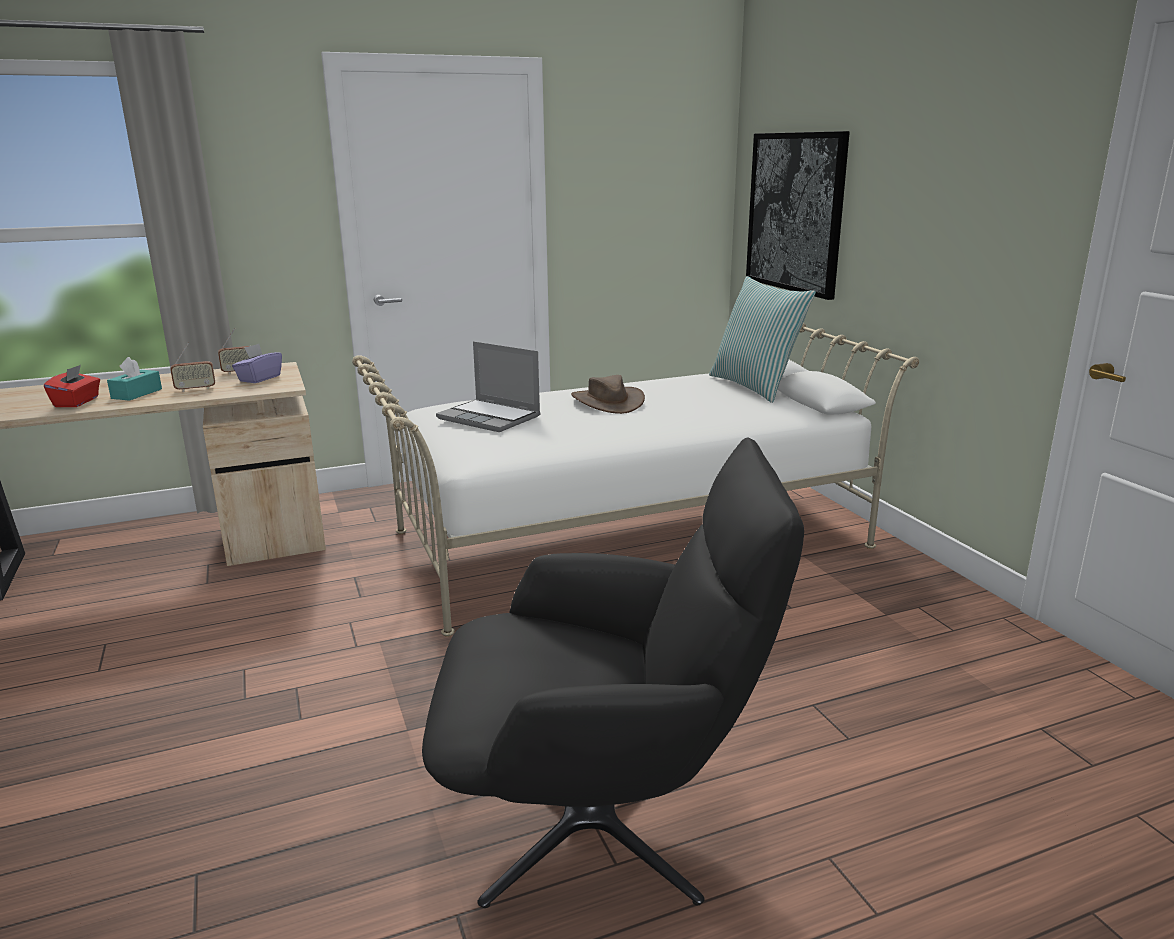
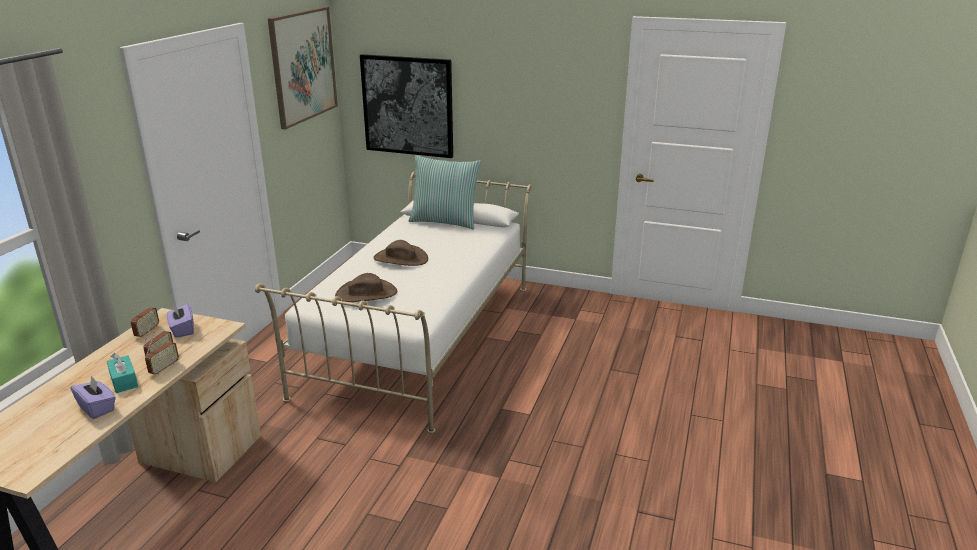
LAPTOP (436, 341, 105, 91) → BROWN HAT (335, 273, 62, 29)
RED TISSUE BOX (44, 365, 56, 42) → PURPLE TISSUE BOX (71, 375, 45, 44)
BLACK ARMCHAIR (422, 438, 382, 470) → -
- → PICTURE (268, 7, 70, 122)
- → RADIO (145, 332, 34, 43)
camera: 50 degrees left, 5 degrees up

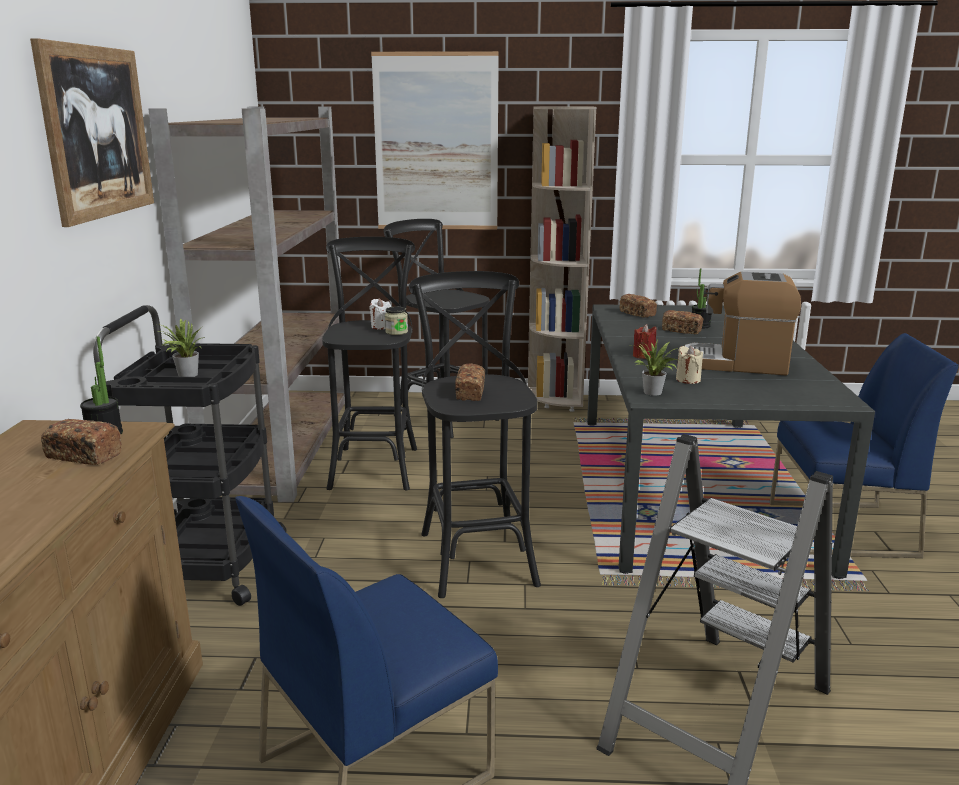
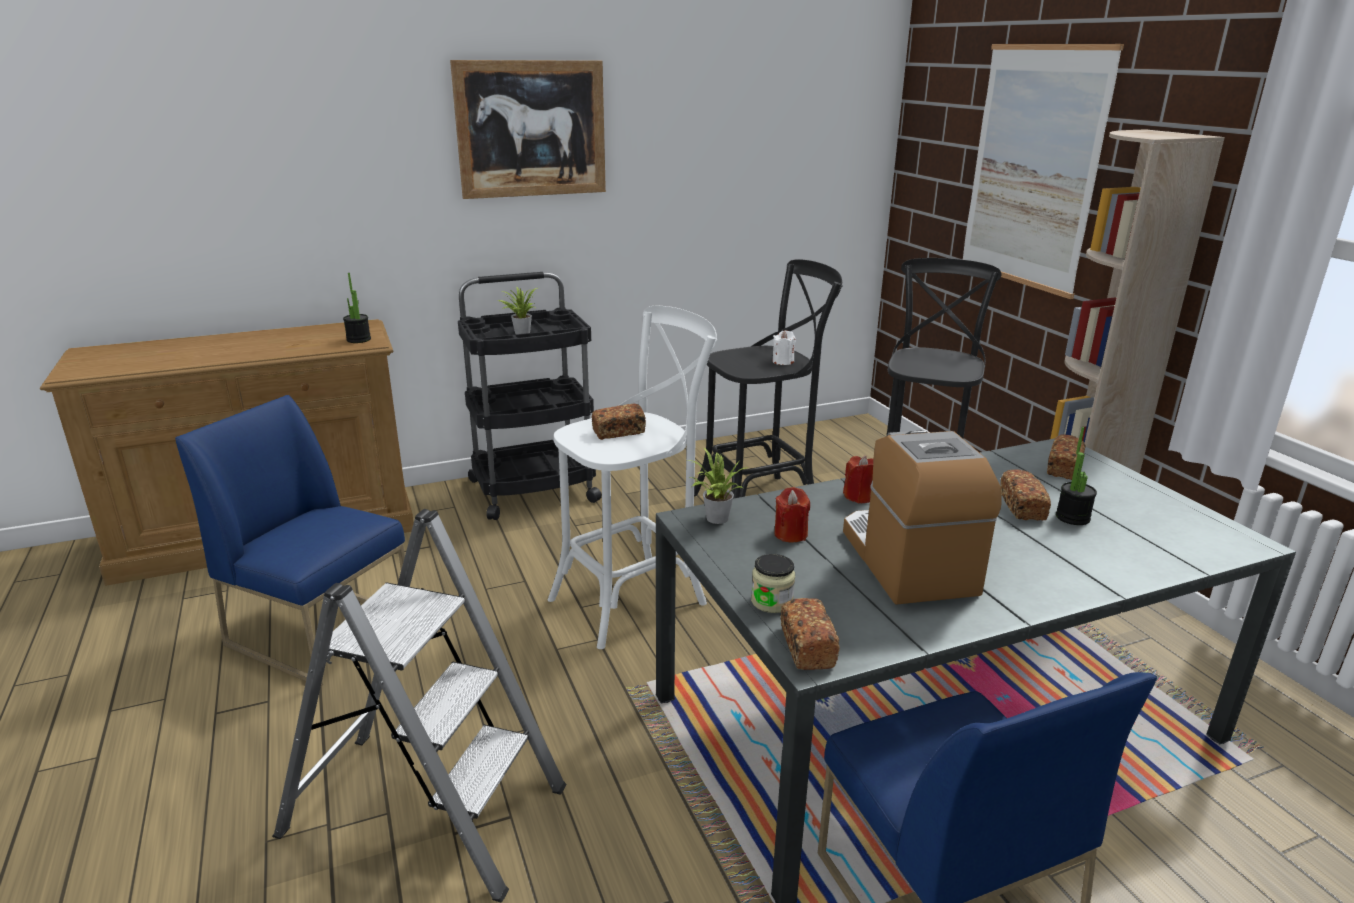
BROWN BOOKCASE (148, 107, 197, 396) → -
BLACK STOOL (409, 271, 132, 327) → WHITE STOOL (548, 306, 169, 343)
JAR (385, 306, 23, 29) → JAR (751, 554, 44, 59), relocated
BEIGE CANDLE (676, 346, 27, 38) → RED CANDLE (774, 487, 36, 56)
BREAD (41, 419, 81, 46) → BREAD (781, 598, 59, 72), relocated
camera: 65 degrees right, 5 degrees up

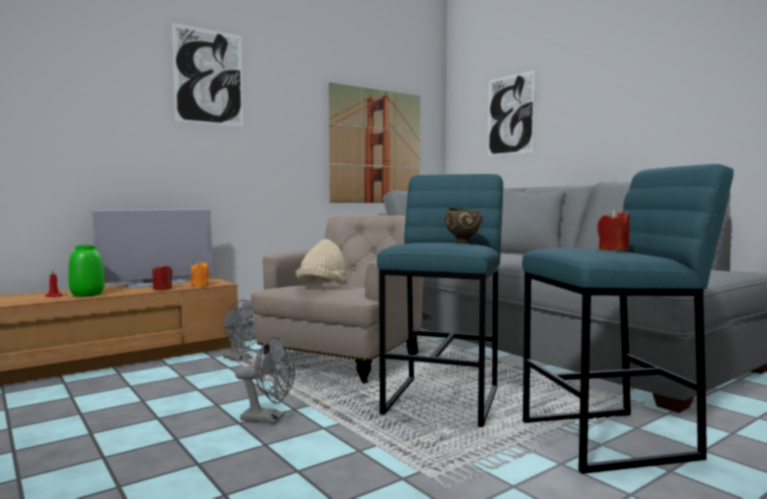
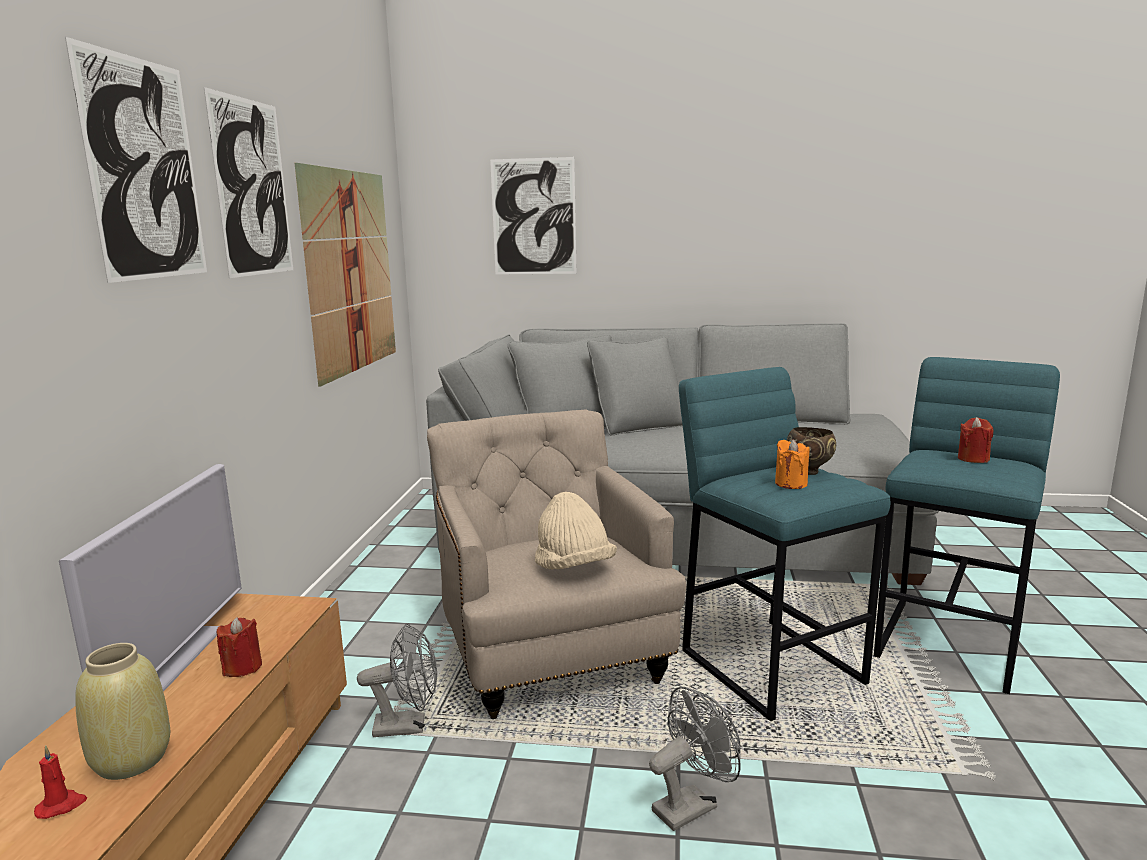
GREEN VASE (68, 245, 37, 52) → BEIGE VASE (75, 643, 95, 137)
ORANGE CANDLE (191, 261, 18, 26) → ORANGE CANDLE (775, 439, 35, 50), relocated
- → PICTURE (204, 87, 89, 191)
camera: 45 degrees left, 10 degrees up

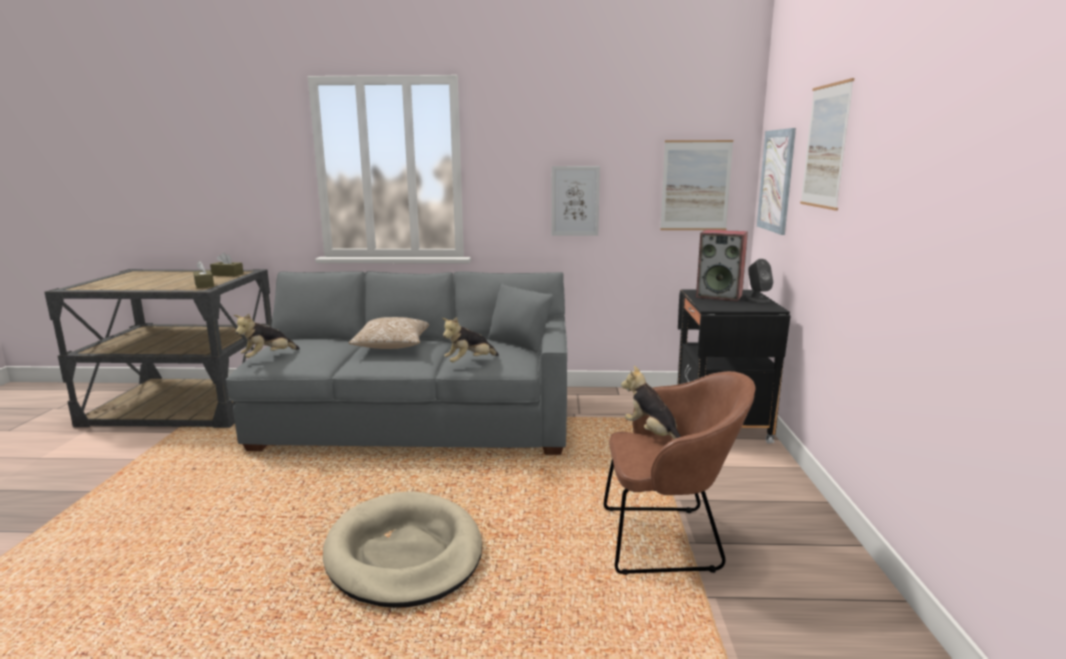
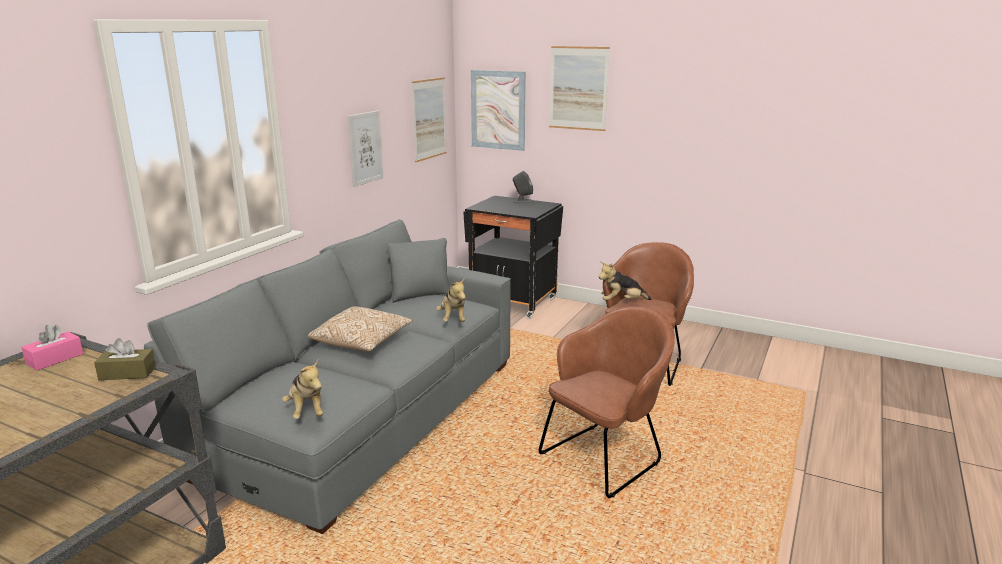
SPEAKER (696, 229, 52, 72) → -
BROWN TISSUE BOX (210, 253, 34, 23) → PINK TISSUE BOX (21, 325, 63, 45)
BEIGE DOG BED (323, 491, 159, 117) → BROWN ARMCHAIR (539, 306, 136, 192)
camera: 65 degrees left, 5 degrees up

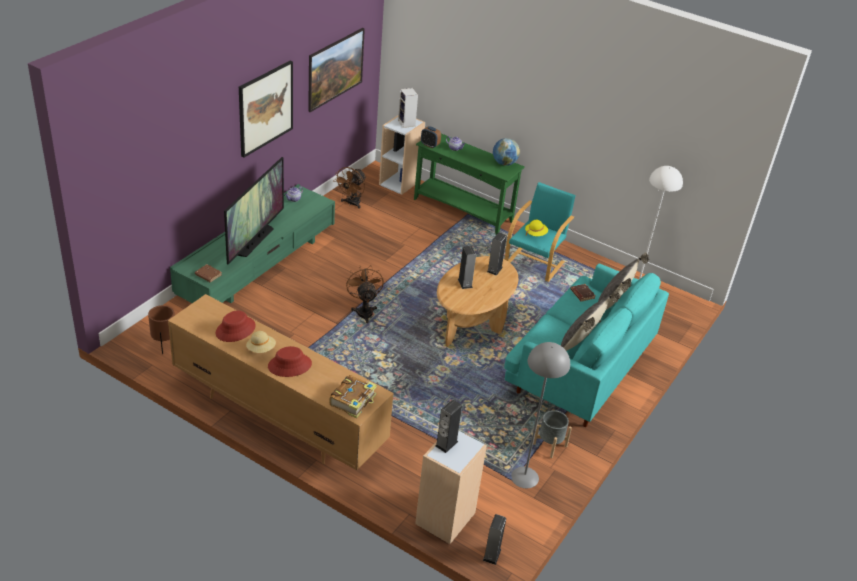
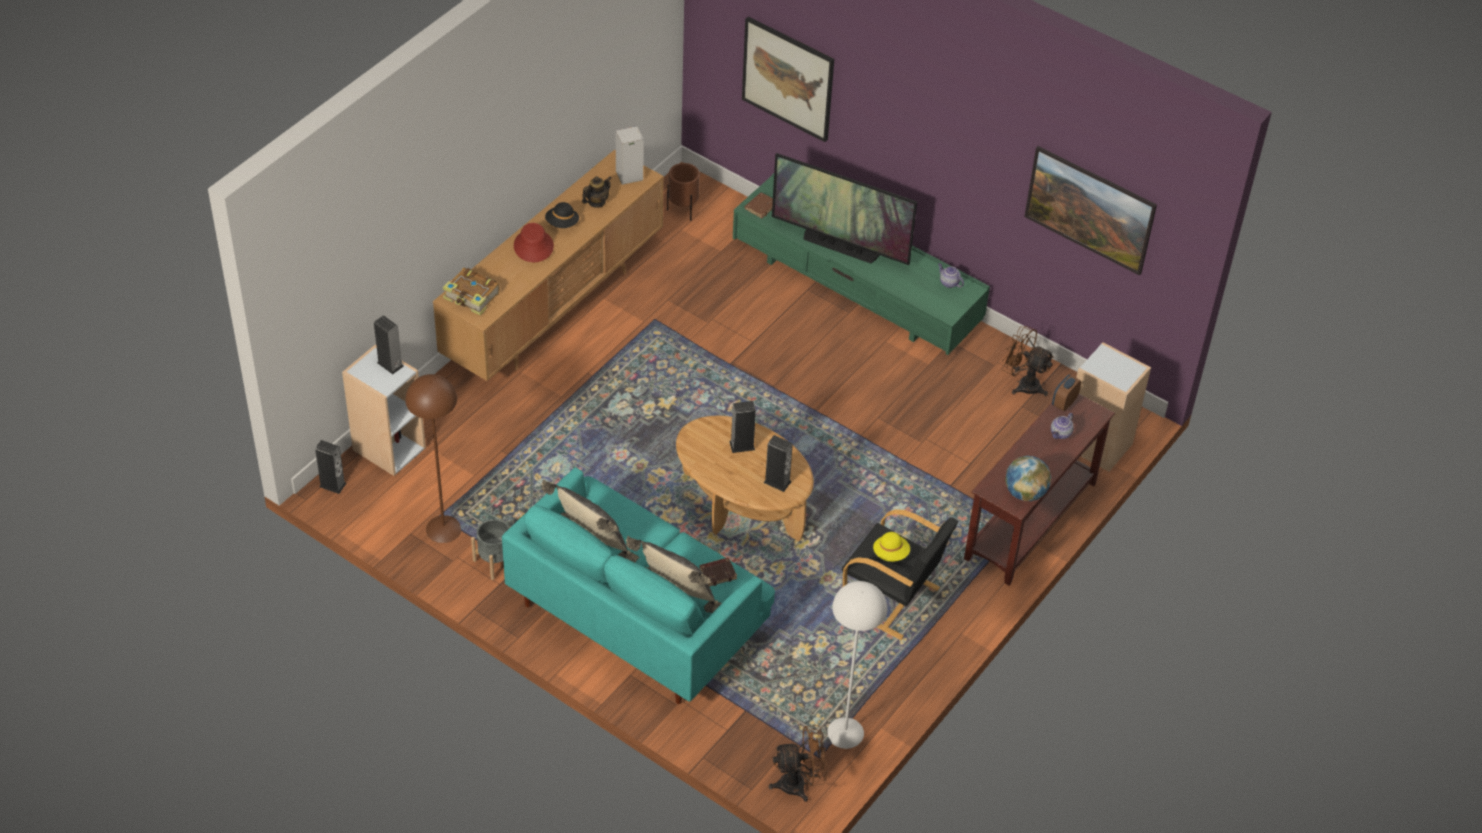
PICTURE (239, 61, 54, 96) → PICTURE (742, 16, 92, 126), relocated
SPEAKER (398, 88, 20, 40) → SPEAKER (616, 126, 27, 59), relocated
GREEN CONSOLE TABLE (414, 134, 111, 101) → BROWN CONSOLE TABLE (964, 394, 151, 192)
TURQUOISE ARMCHAIR (505, 182, 71, 100) → BLACK ARMCHAIR (842, 509, 117, 131)
BROWN FAN (346, 265, 38, 58) → BROWN FAN (769, 725, 59, 77), relocated
RED HAT (216, 311, 40, 31) → TEAPOT (582, 176, 30, 32)
BEIGE HAT (246, 331, 30, 22) → BLACK HAT (545, 202, 34, 26)
GREY FLOOR LAMP (511, 342, 59, 146) → BROWN FLOOR LAMP (405, 374, 56, 169)
camera: 95 degrees right, 10 degrees up

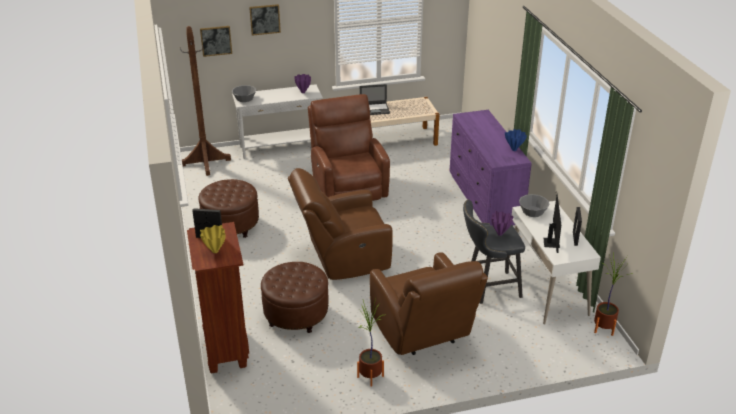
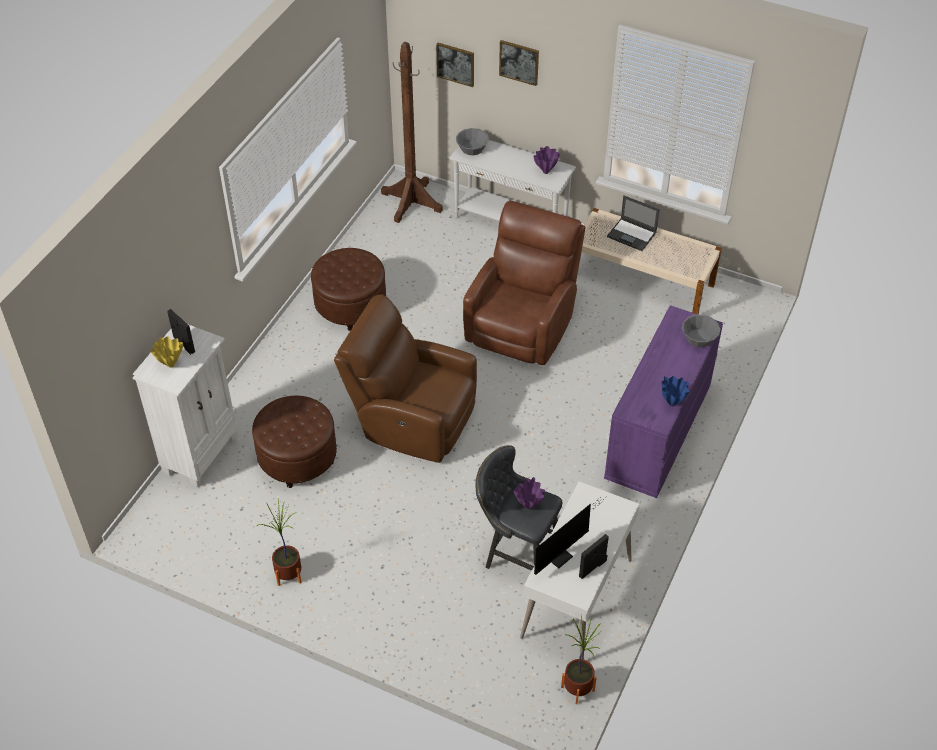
GREY BOWL (519, 194, 30, 23) → GREY BOWL (682, 315, 38, 32), relocated
BROWN CABINET (187, 222, 62, 151) → WHITE CABINET (132, 325, 105, 162)
BROWN ARMCHAIR (370, 252, 118, 103) → -
camera: 40 degrees right, 15 degrees up

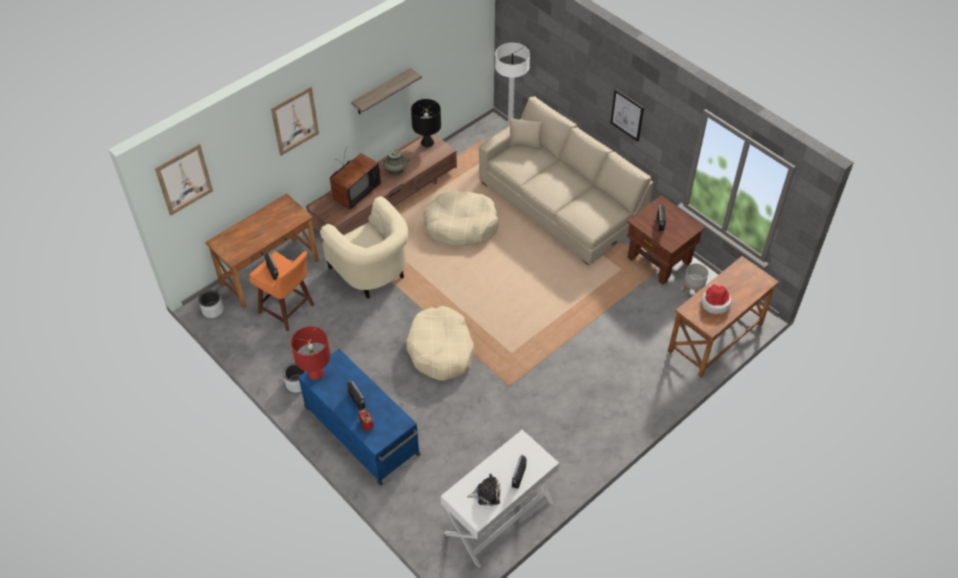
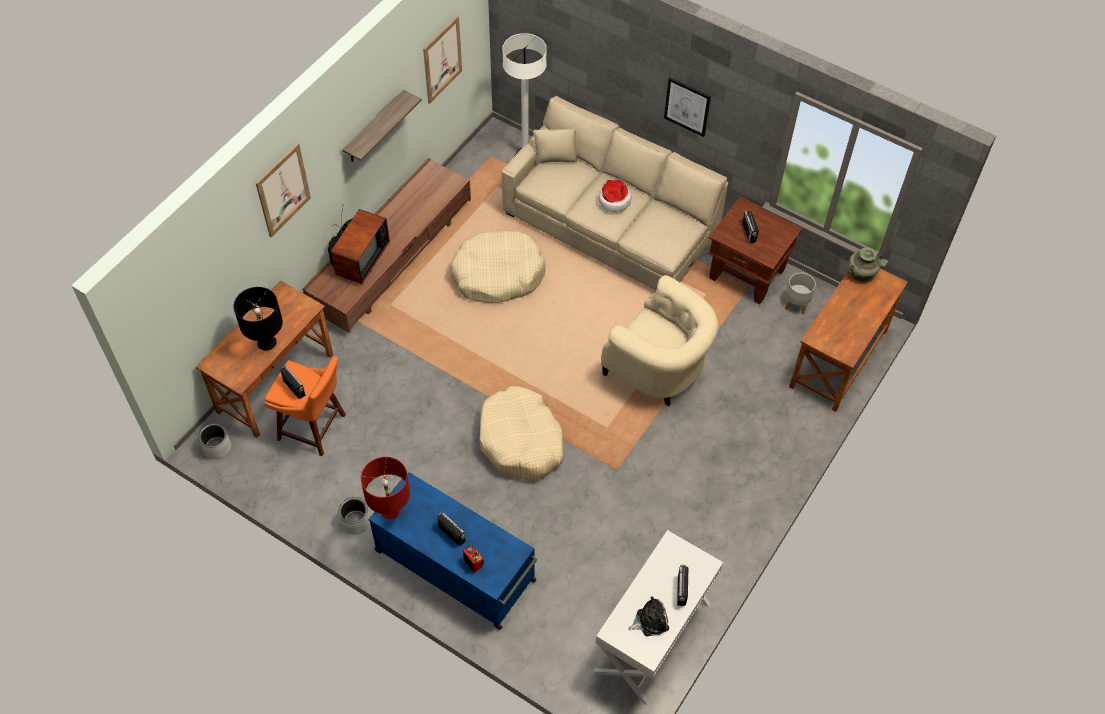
BLACK TABLE LAMP (411, 99, 30, 49) → BLACK TABLE LAMP (234, 287, 49, 64), relocated
PICTURE (155, 144, 58, 72) → PICTURE (423, 16, 39, 88), relocated
TURQUOISE VASE (380, 149, 30, 27) → TURQUOISE VASE (848, 247, 34, 35), relocated
BEIGE ARMCHAIR (320, 196, 88, 103) → BEIGE ARMCHAIR (601, 275, 118, 131), relocated
HAT (701, 285, 30, 29) → HAT (599, 180, 32, 32), relocated
camera: 15 degrees left, 5 degrees up

